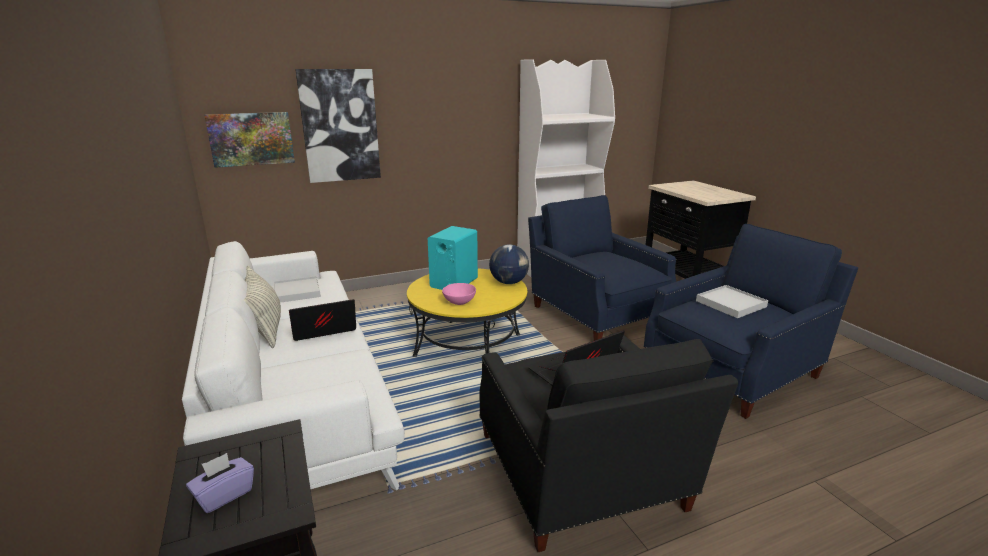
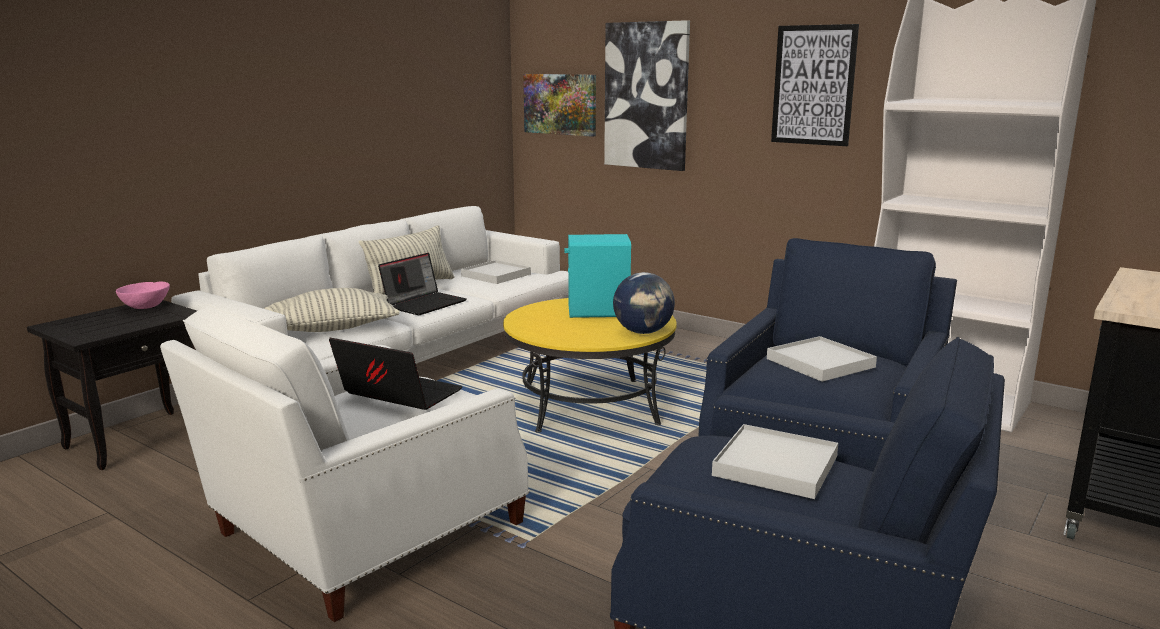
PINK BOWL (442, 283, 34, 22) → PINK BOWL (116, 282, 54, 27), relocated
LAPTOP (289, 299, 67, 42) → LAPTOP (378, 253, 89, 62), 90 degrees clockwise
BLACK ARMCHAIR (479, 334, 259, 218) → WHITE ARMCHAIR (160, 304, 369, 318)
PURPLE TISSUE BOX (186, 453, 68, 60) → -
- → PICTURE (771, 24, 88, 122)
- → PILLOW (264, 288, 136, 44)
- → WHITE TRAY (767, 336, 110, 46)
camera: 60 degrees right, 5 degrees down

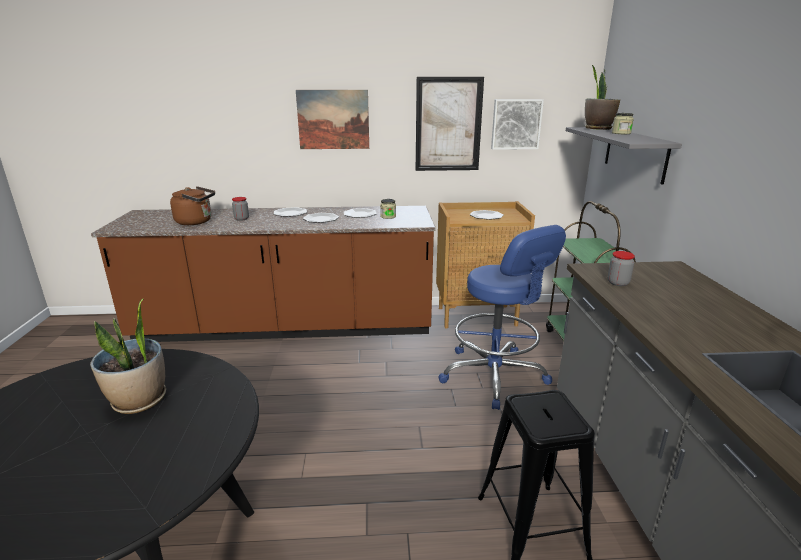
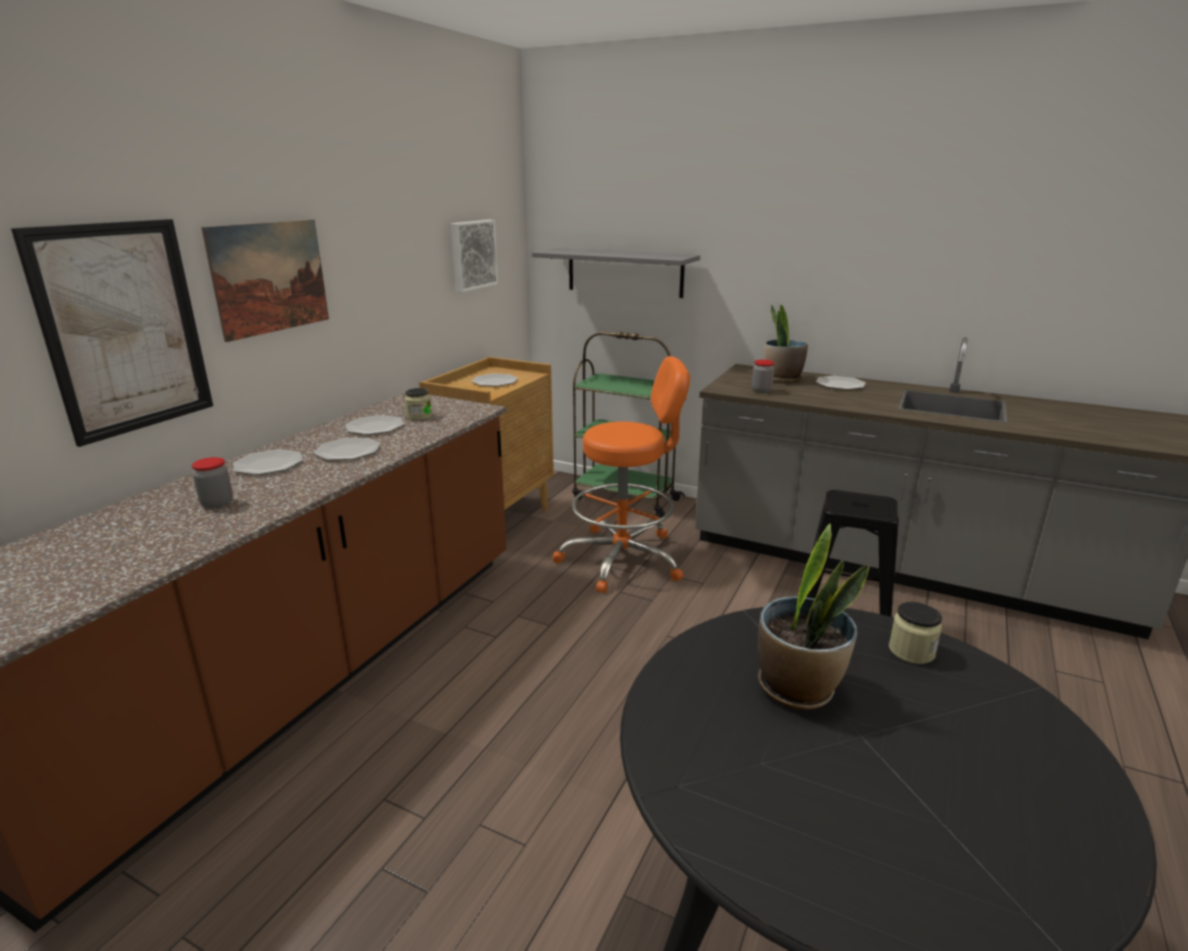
POTTED PLANT (585, 65, 35, 65) → POTTED PLANT (765, 305, 43, 78), relocated
PICTURE (416, 77, 68, 94) → PICTURE (11, 219, 202, 228), relocated
JAR (612, 113, 22, 21) → JAR (889, 602, 53, 62), relocated
BROWN KETTLE (170, 186, 45, 39) → -
BLUE STOOL (438, 225, 128, 185) → ORANGE STOOL (553, 356, 137, 237)
- → PLATE (816, 376, 50, 14)
camera: 60 degrees left, 0 degrees up

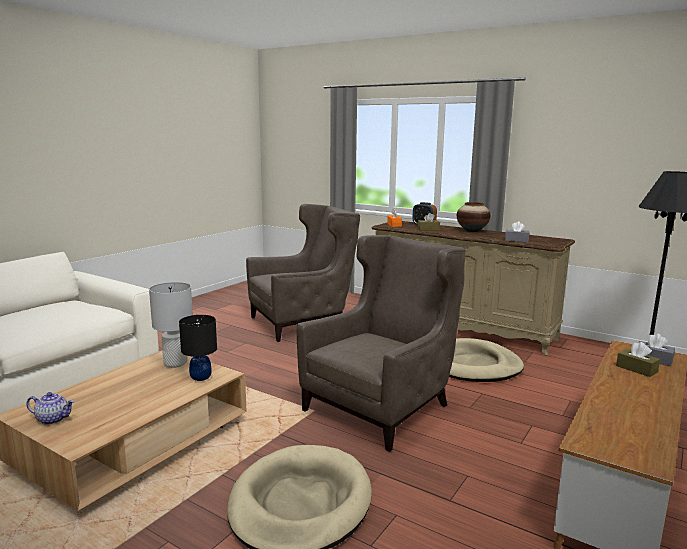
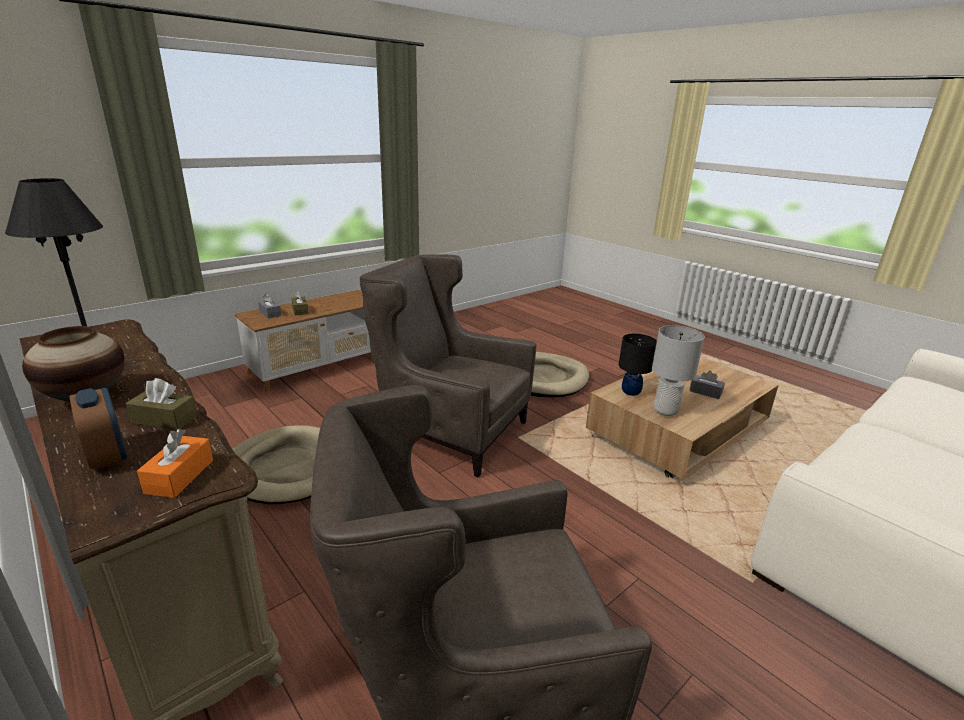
GREY TISSUE BOX (505, 221, 24, 21) → GREY TISSUE BOX (689, 370, 36, 29), relocated
GREY ARMCHAIR (296, 235, 170, 217) → GREY ARMCHAIR (360, 255, 176, 222), 60 degrees clockwise
TEAPOT (26, 392, 48, 33) → -
camera: 165 degrees left, 10 degrees up

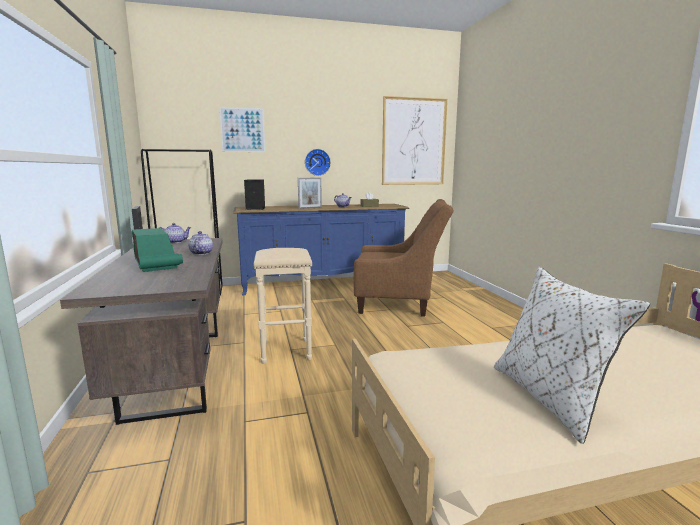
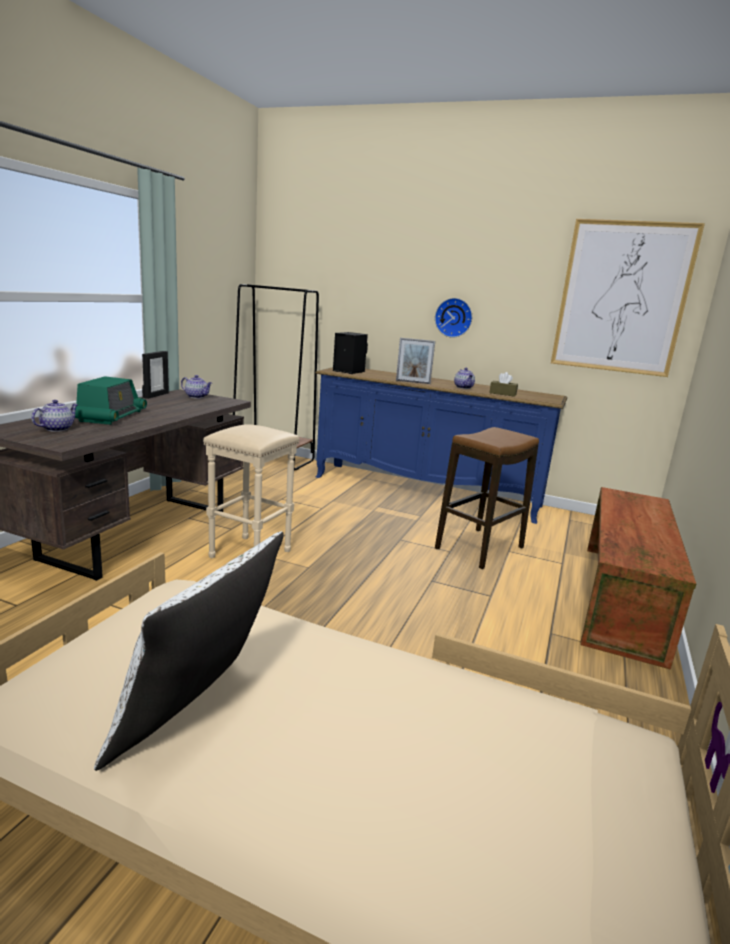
PICTURE (219, 107, 46, 45) → -
BROWN ARMCHAIR (354, 199, 100, 118) → STOOL (435, 427, 104, 142)
TEAPOT (188, 231, 25, 24) → TEAPOT (31, 400, 47, 32), relocated
- → BROWN BENCH (580, 487, 116, 183)
camera: 35 degrees right, 5 degrees up

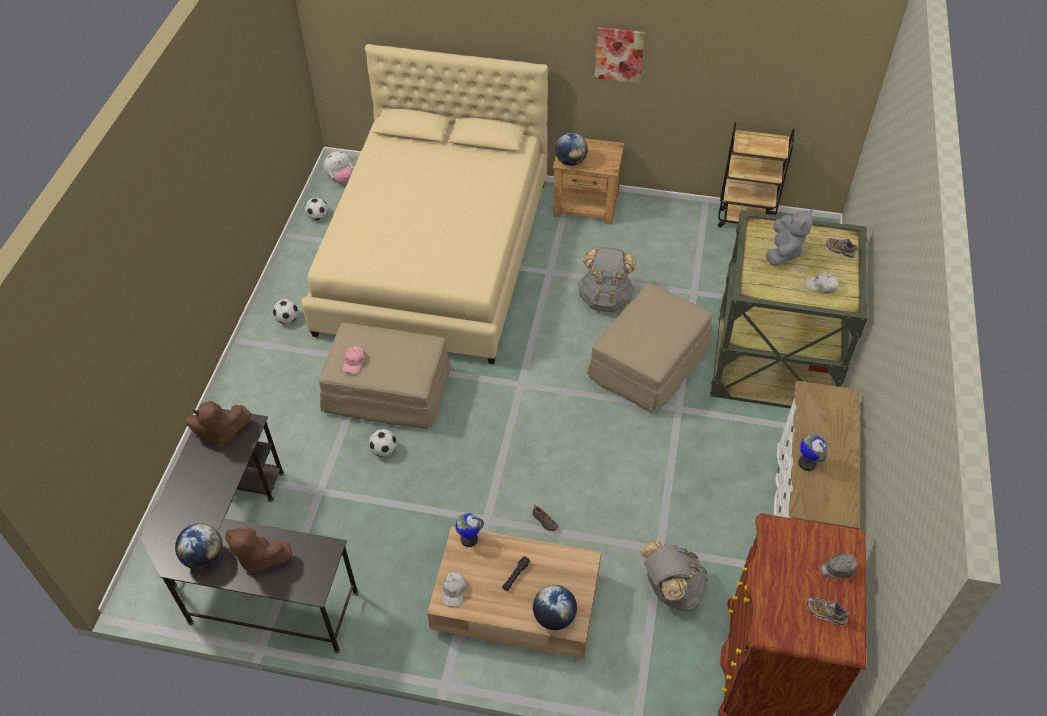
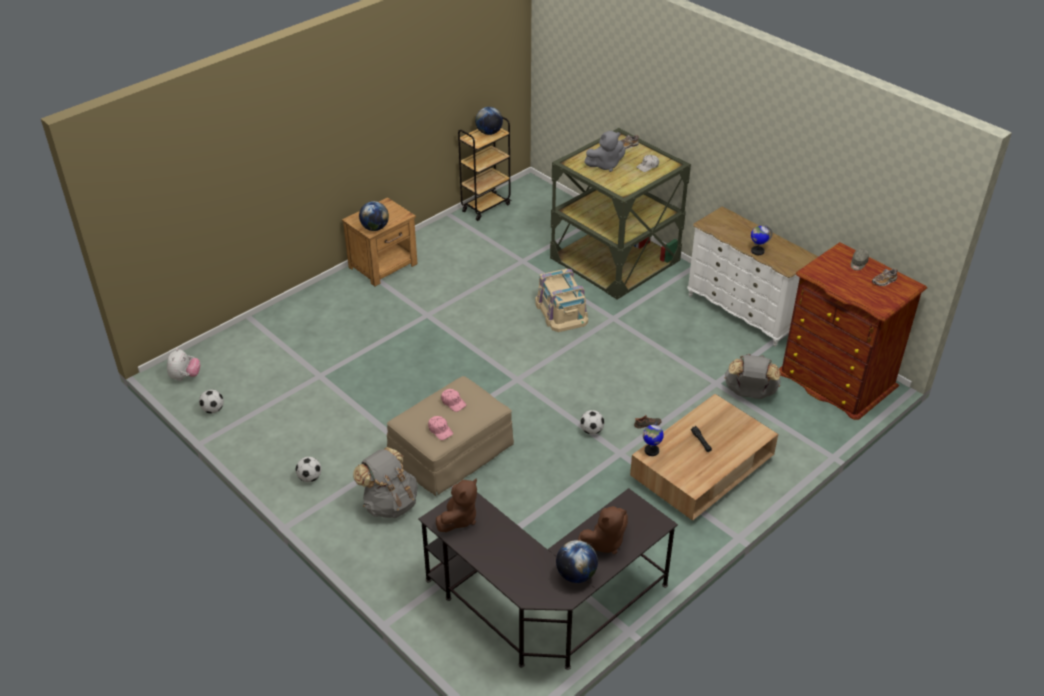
PICTURE (595, 27, 50, 57) → -
BEIGE BED (301, 44, 247, 320) → -
GREY PLUSH TOY (766, 209, 47, 57) → GREY PLUSH TOY (584, 131, 42, 41), 105 degrees clockwise
GREY BACKPACK (578, 247, 58, 65) → GREY BACKPACK (353, 447, 65, 71), relocated
BEIGE OTTOMAN (588, 283, 125, 130) → BEIGE STORAGE BOX (535, 269, 53, 63)
FOOTBALL (369, 429, 28, 28) → FOOTBALL (580, 410, 24, 25), relocated
WHITE CAP (442, 572, 24, 35) → -
GLOBE (533, 585, 44, 45) → GLOBE (475, 107, 28, 28), relocated
- → PINK CAP (441, 389, 25, 23)
camera: 55 degrees left, 10 degrees down

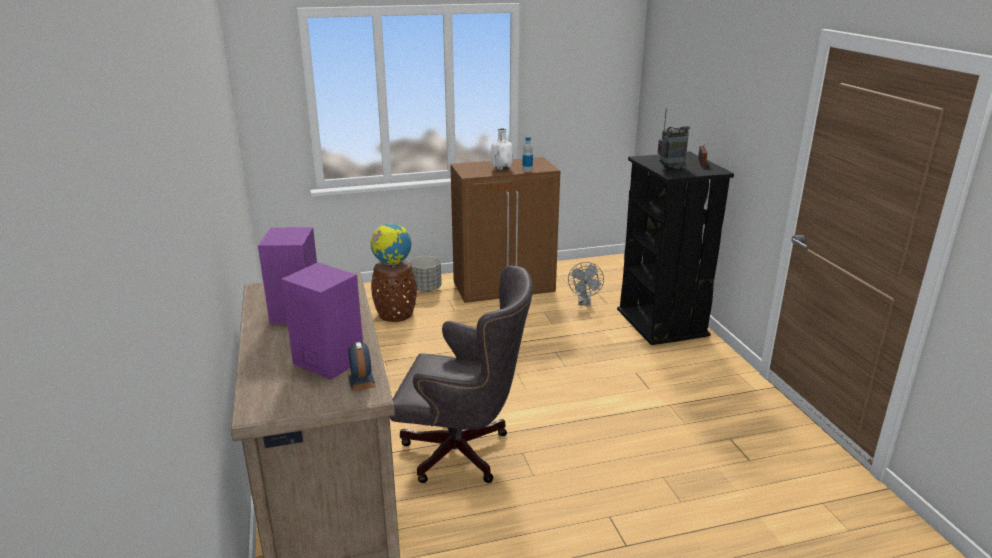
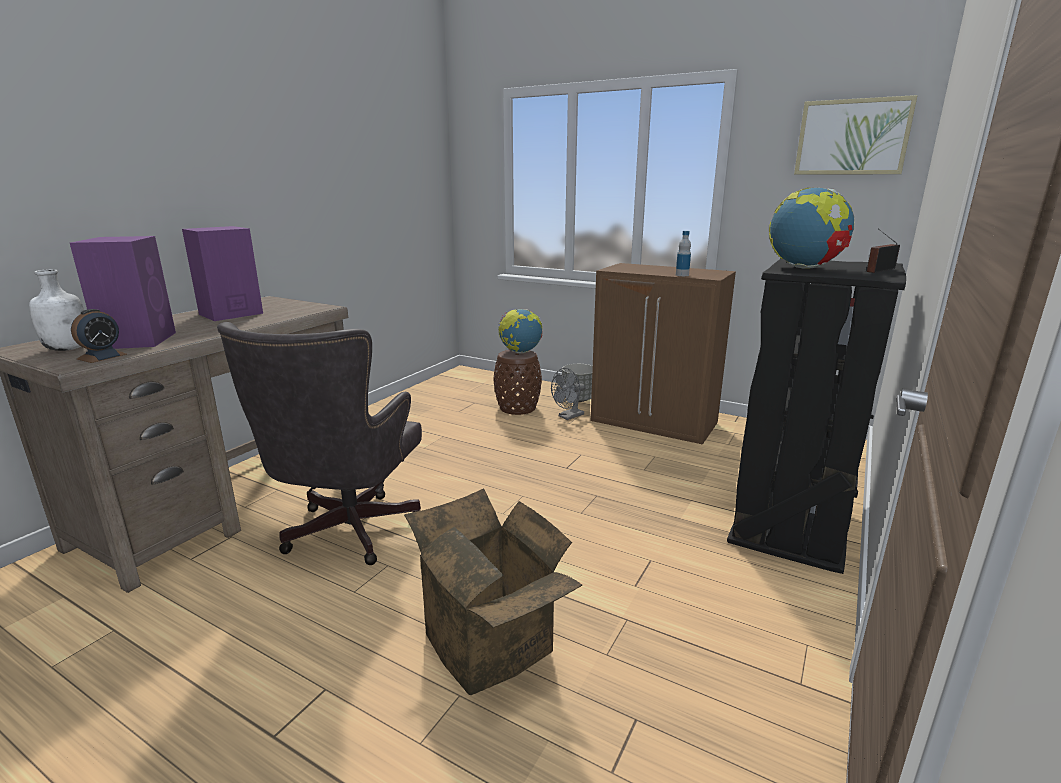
RADIO (658, 108, 32, 62) → GLOBE (769, 188, 86, 81)
WHITE BOTTLE (491, 128, 22, 42) → WHITE BOTTLE (29, 269, 55, 82), relocated
GREY FAN (568, 262, 36, 44) → GREY FAN (551, 368, 35, 52), relocated
GREY OFFICE CHAIR (390, 266, 143, 217) → GREY OFFICE CHAIR (217, 322, 205, 243), 45 degrees clockwise
- → PICTURE (794, 95, 124, 80)
- → CARDBOARD BOX (404, 489, 178, 206)
camera: 45 degrees right, 5 degrees down

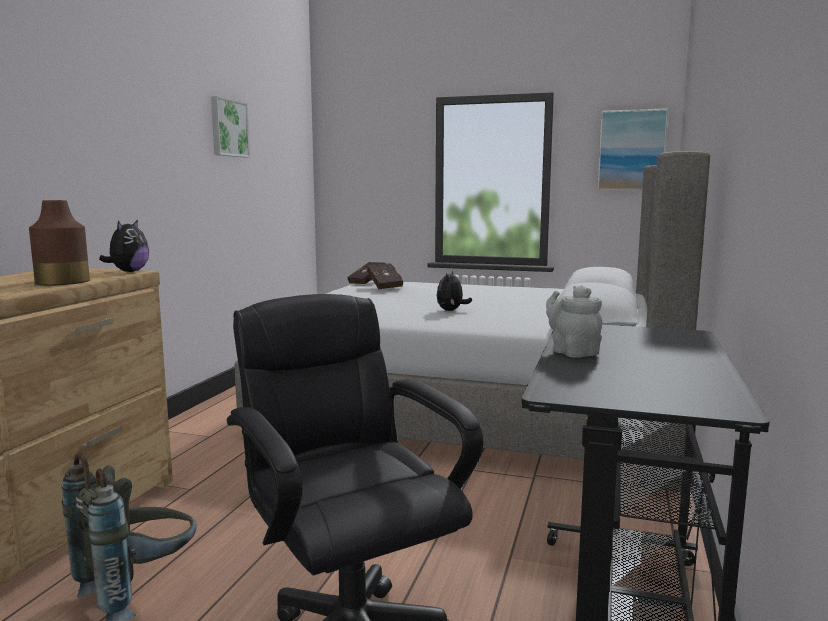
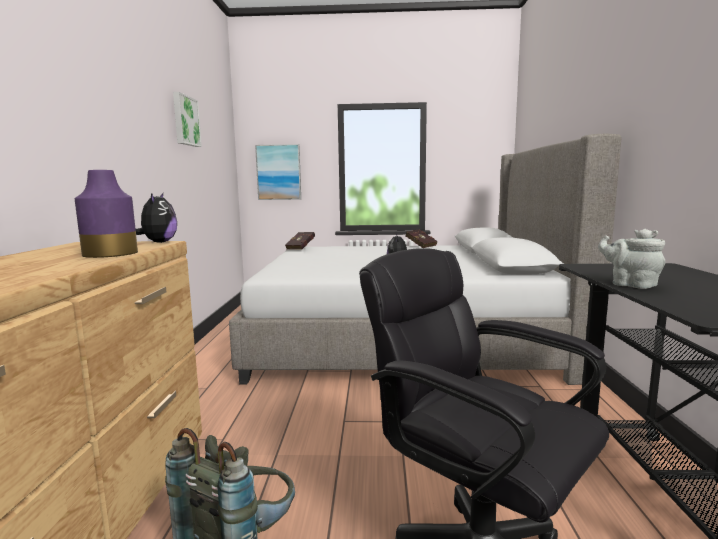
PICTURE (597, 108, 71, 82) → PICTURE (255, 144, 46, 56), relocated
BROWN VASE (29, 200, 61, 85) → PURPLE VASE (75, 170, 63, 88)
RED BOOK (367, 263, 36, 26) → RED BOOK (406, 229, 31, 19), relocated
camera: 15 degrees left, 0 degrees up

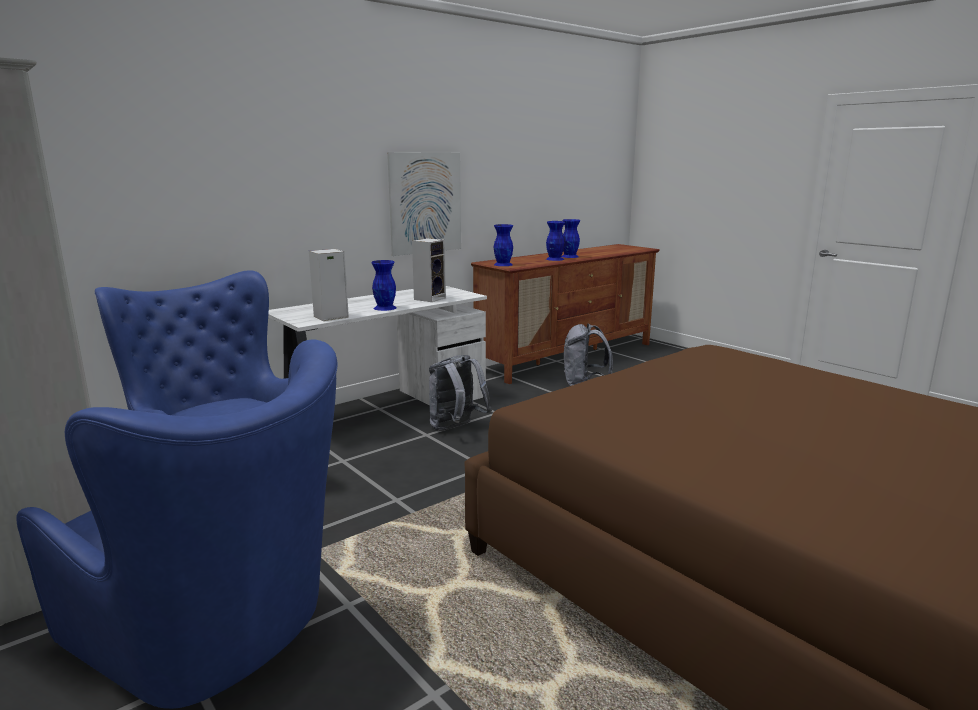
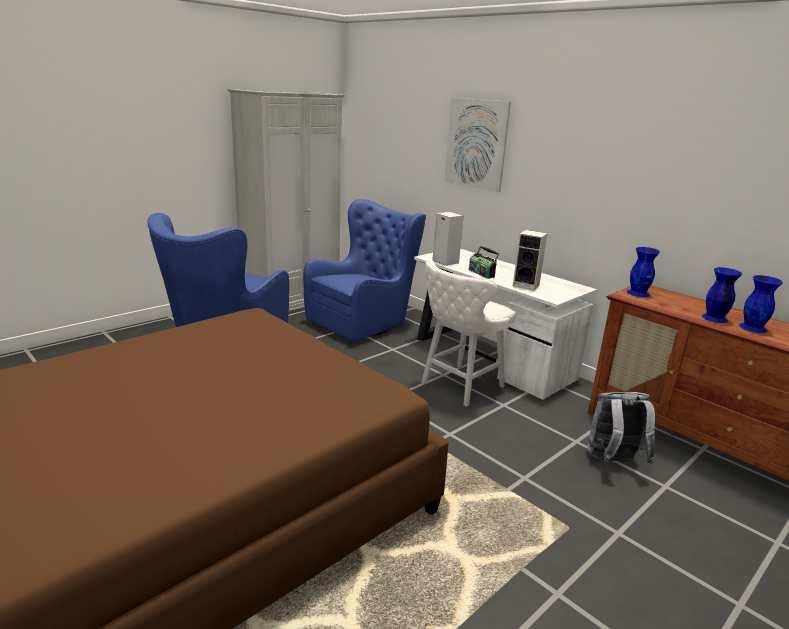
PICTURE (387, 152, 74, 104) → PICTURE (444, 98, 67, 94), relocated
BLUE VASE (371, 260, 26, 51) → RADIO (469, 246, 30, 33)
GREY BACKPACK (429, 355, 63, 76) → WHITE STOOL (421, 260, 95, 147)
camera: 85 degrees right, 5 degrees up

